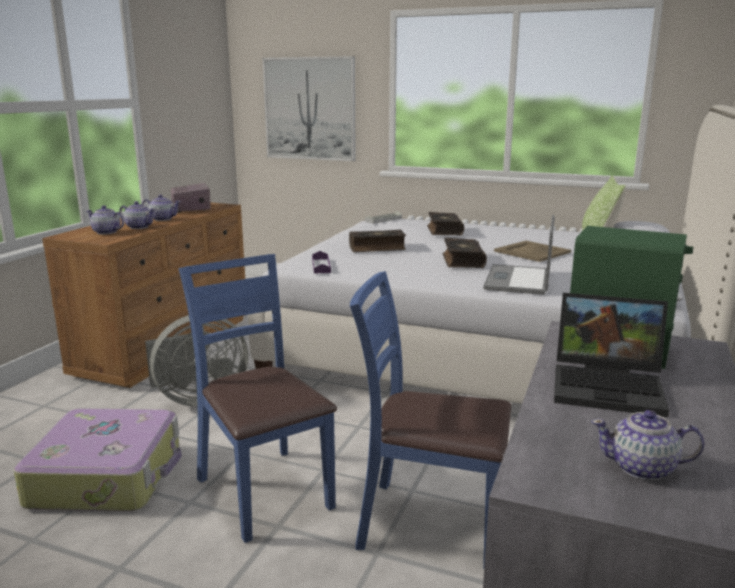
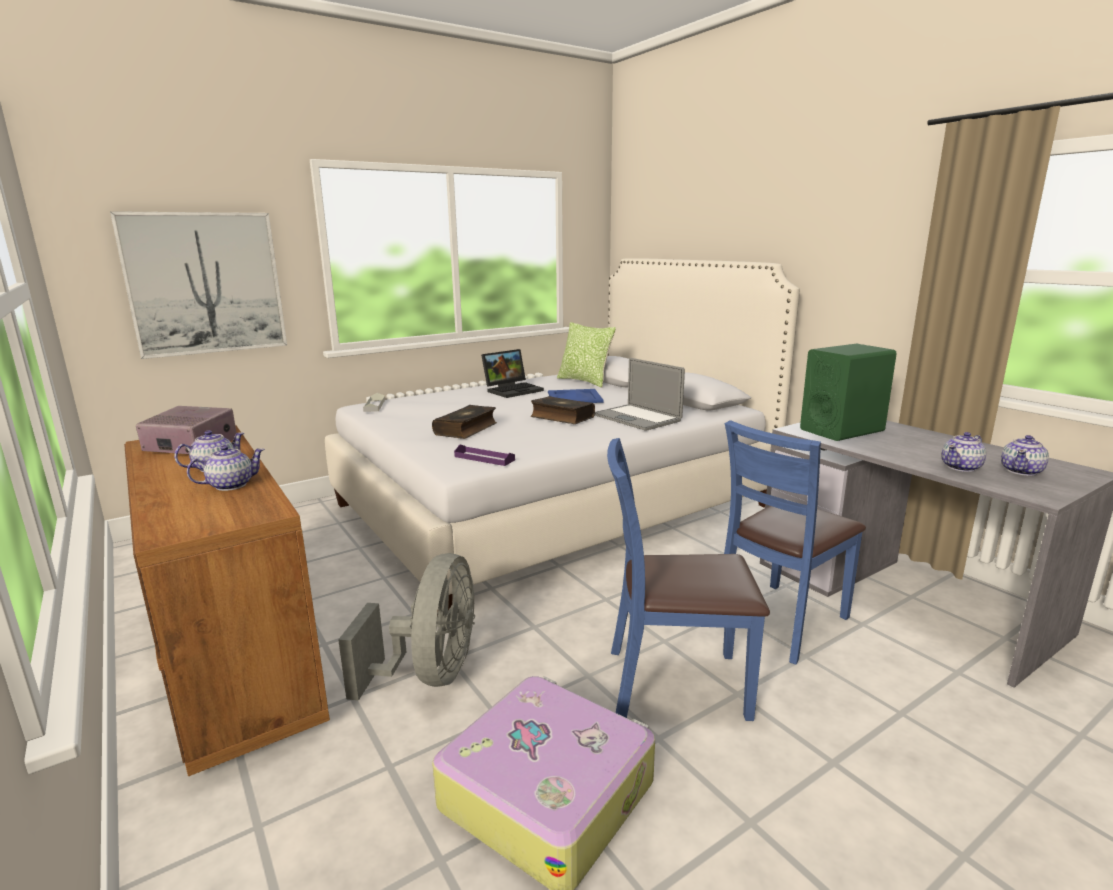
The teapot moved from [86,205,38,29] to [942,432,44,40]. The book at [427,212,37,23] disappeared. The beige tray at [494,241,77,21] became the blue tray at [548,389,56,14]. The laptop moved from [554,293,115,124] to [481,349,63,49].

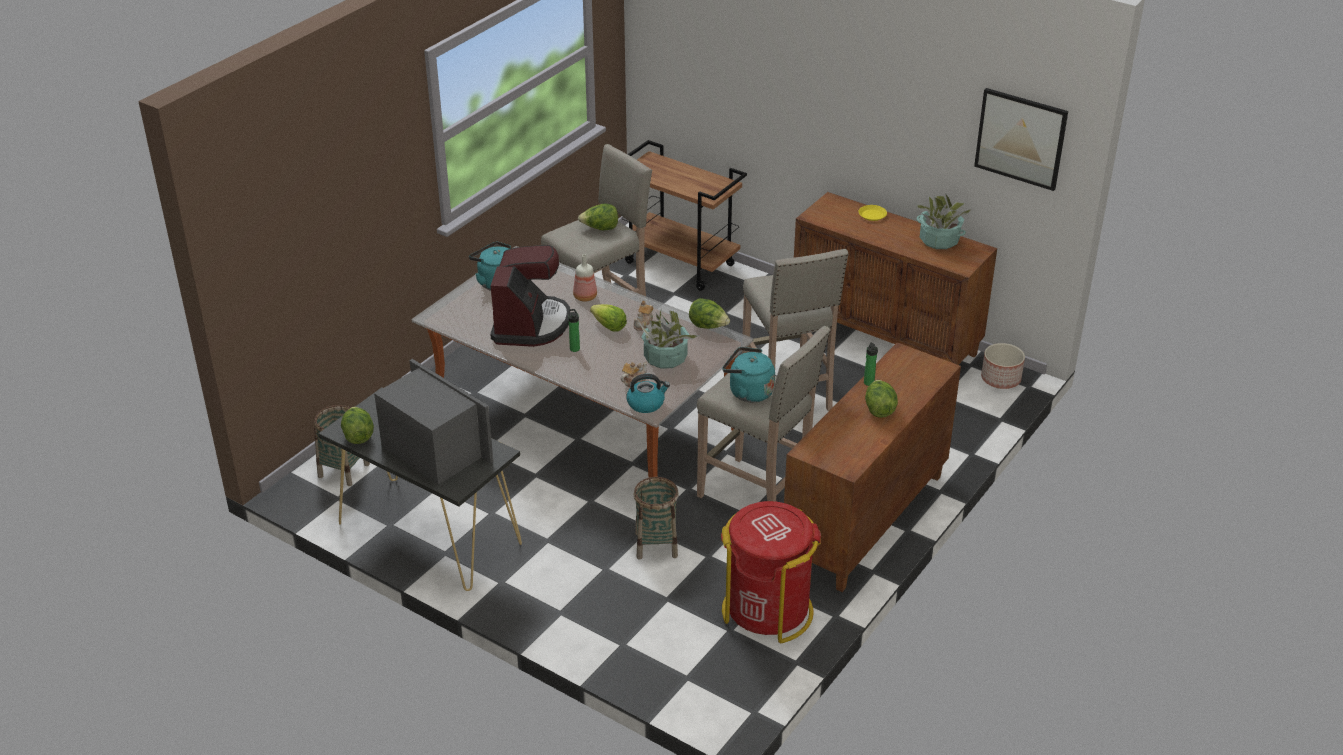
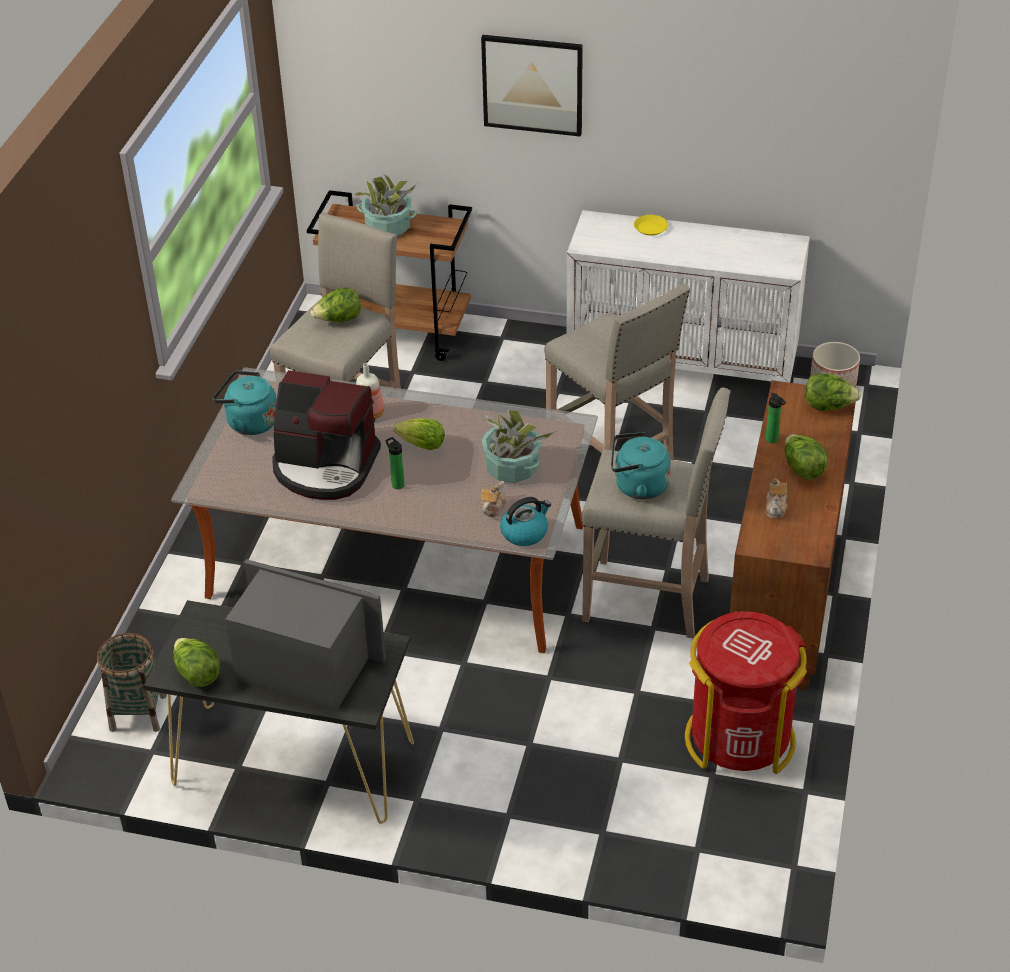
The coffee machine at [490,245,81,102] turned 120 degrees clockwise. The teapot moved from [634,301,20,30] to [766,478,22,41]. The basket at [634,477,45,83] disappeared. The lettuce moved from [689,298,41,31] to [805,373,56,38]. The brown cabinet at [794,192,203,173] became the white cabinet at [567,210,243,173]. The potted plant moved from [916,194,57,55] to [353,174,64,63]. The picture moved from [974,88,94,103] to [481,35,102,102].

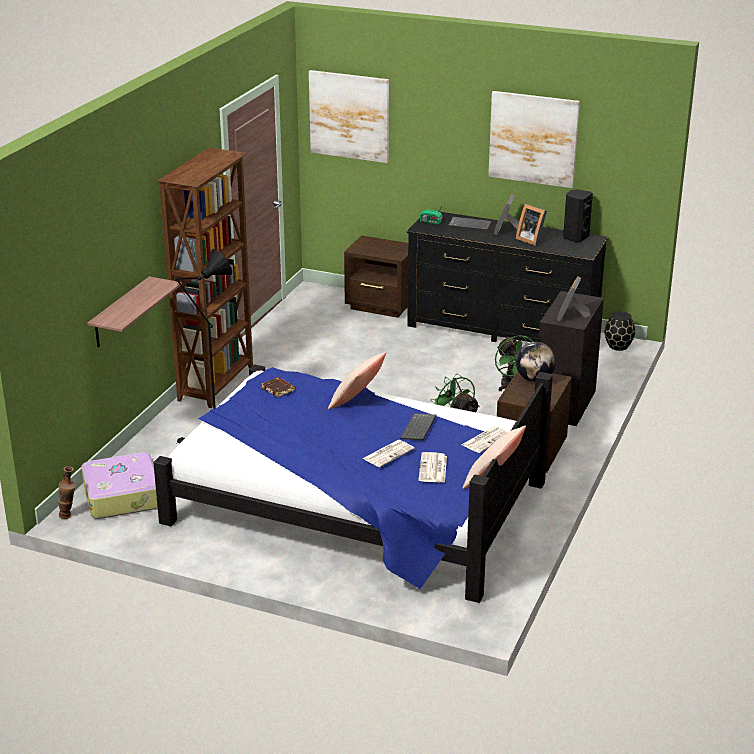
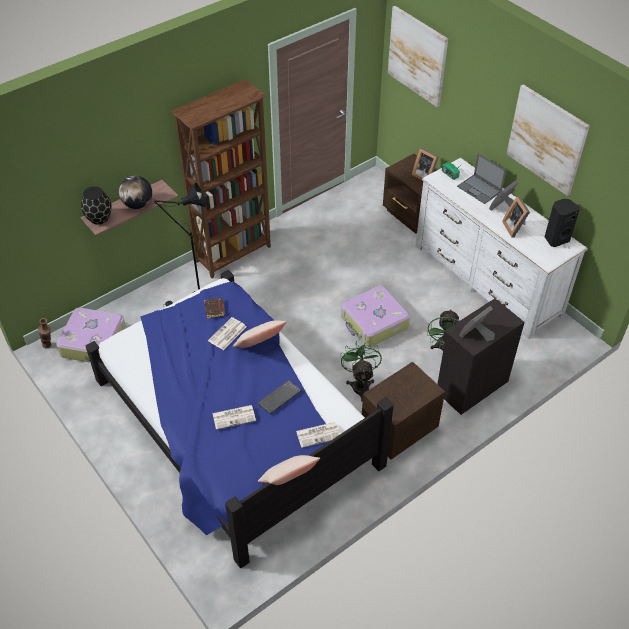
The black dresser at [407,212,201,130] became the white dresser at [416,158,172,181]. The newspaper moved from [419,452,28,31] to [208,317,39,33]. The keyboard at [448,217,44,14] was replaced by the laptop at [457,153,49,51]. The globe moved from [516,342,40,40] to [119,176,33,33]. The black vase moved from [605,311,30,40] to [81,187,31,38]. The suitcase at [341,285,69,62] appeared. The picture frame at [412,148,26,32] appeared.

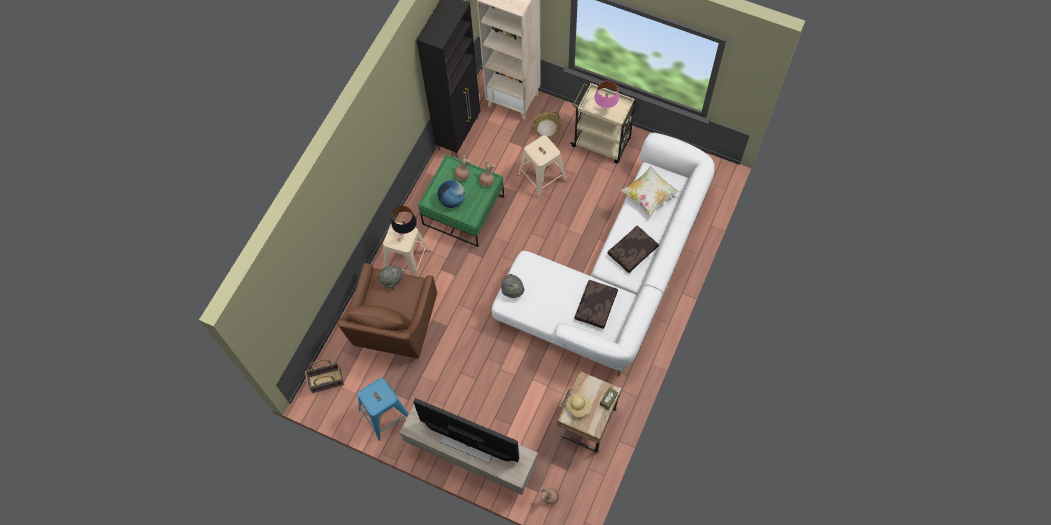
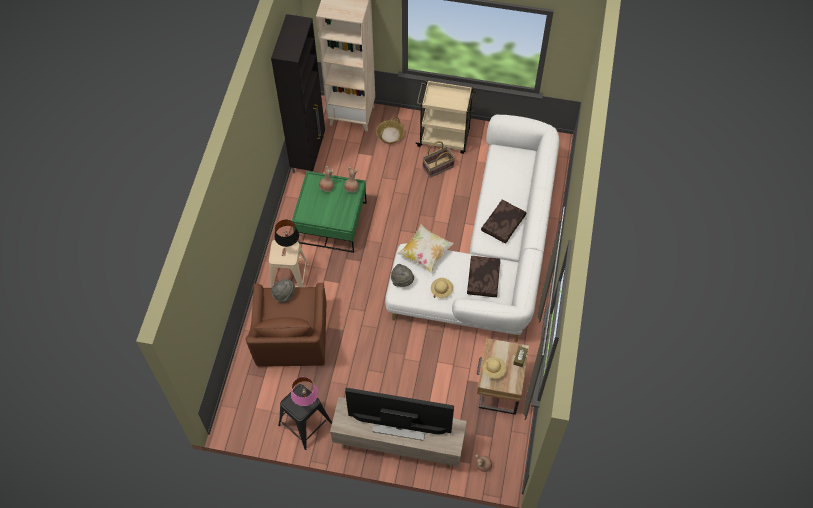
The basket moved from [305,360,39,33] to [422,141,33,37]. The blue stool at [357,378,52,63] became the black stool at [278,384,54,66]. The globe at [437,180,29,28] disappeared. The beige stool at [518,135,49,64] disappeared. The pink table lamp moved from [594,81,25,29] to [291,377,27,29]. The pillow moved from [621,166,58,51] to [397,224,57,50]. The beige hat at [431,278,22,20] appeared.

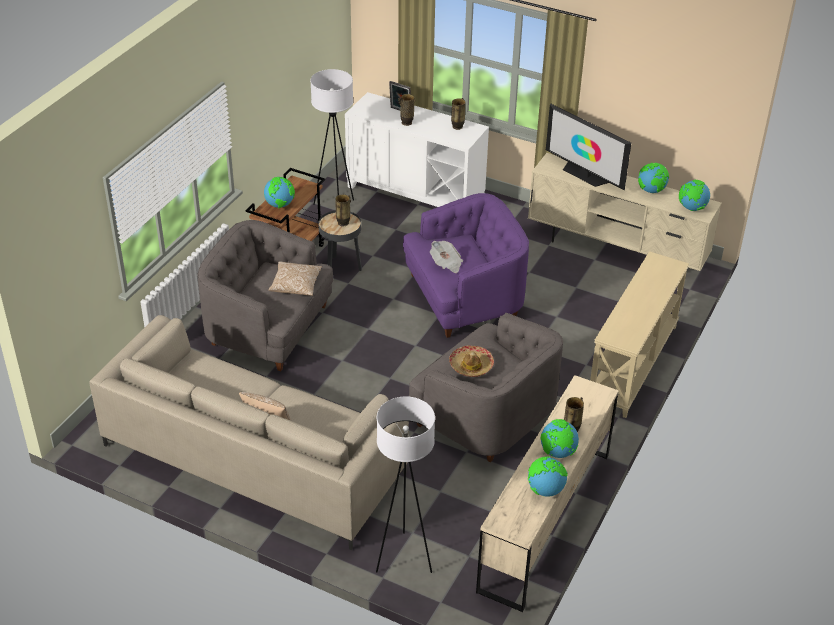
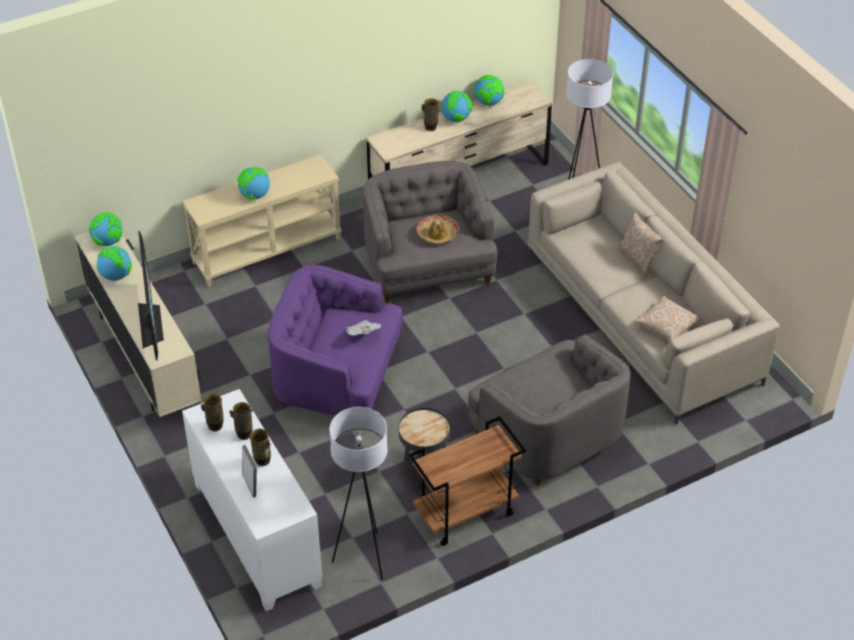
The globe moved from [264,177,31,31] to [237,167,33,33]. The pillow moved from [268,262,54,34] to [634,296,67,46]. The vase moved from [335,194,16,32] to [229,402,24,38].

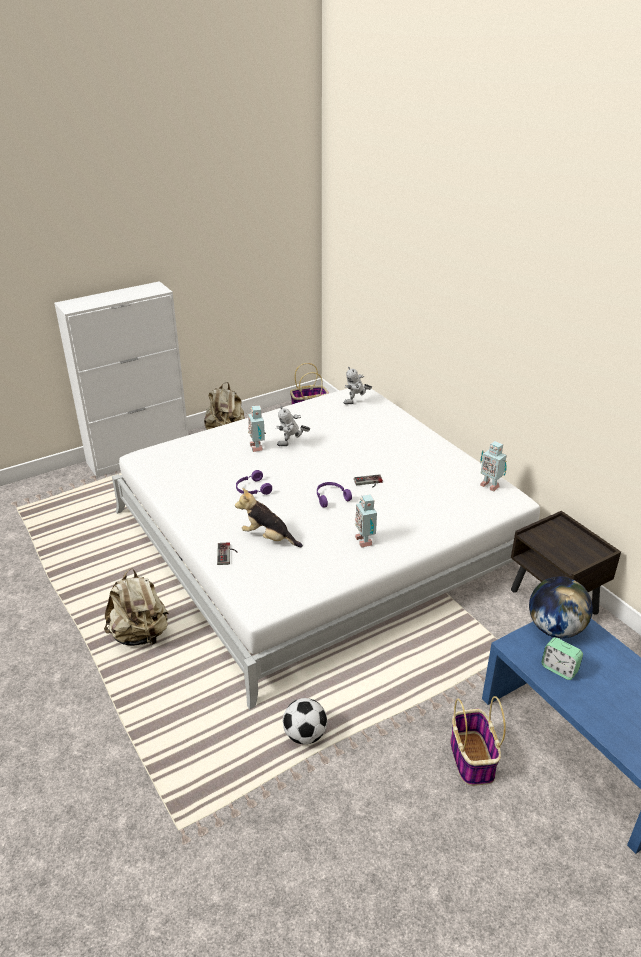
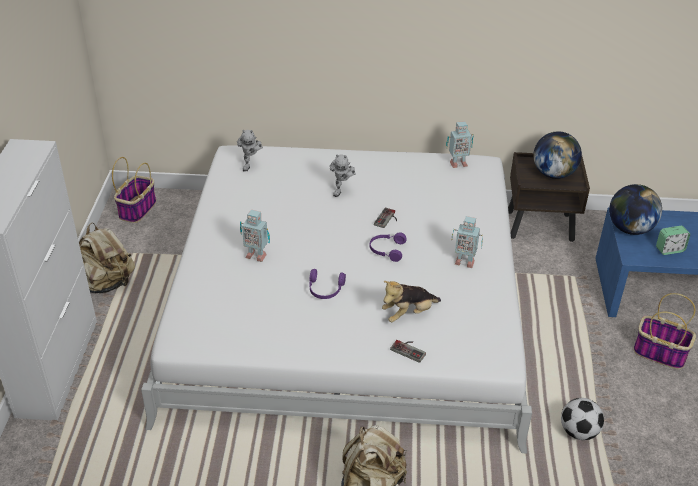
The toy robot moved from [276,406,34,40] to [330,154,26,43]. The globe at [533,131,49,48] appeared.

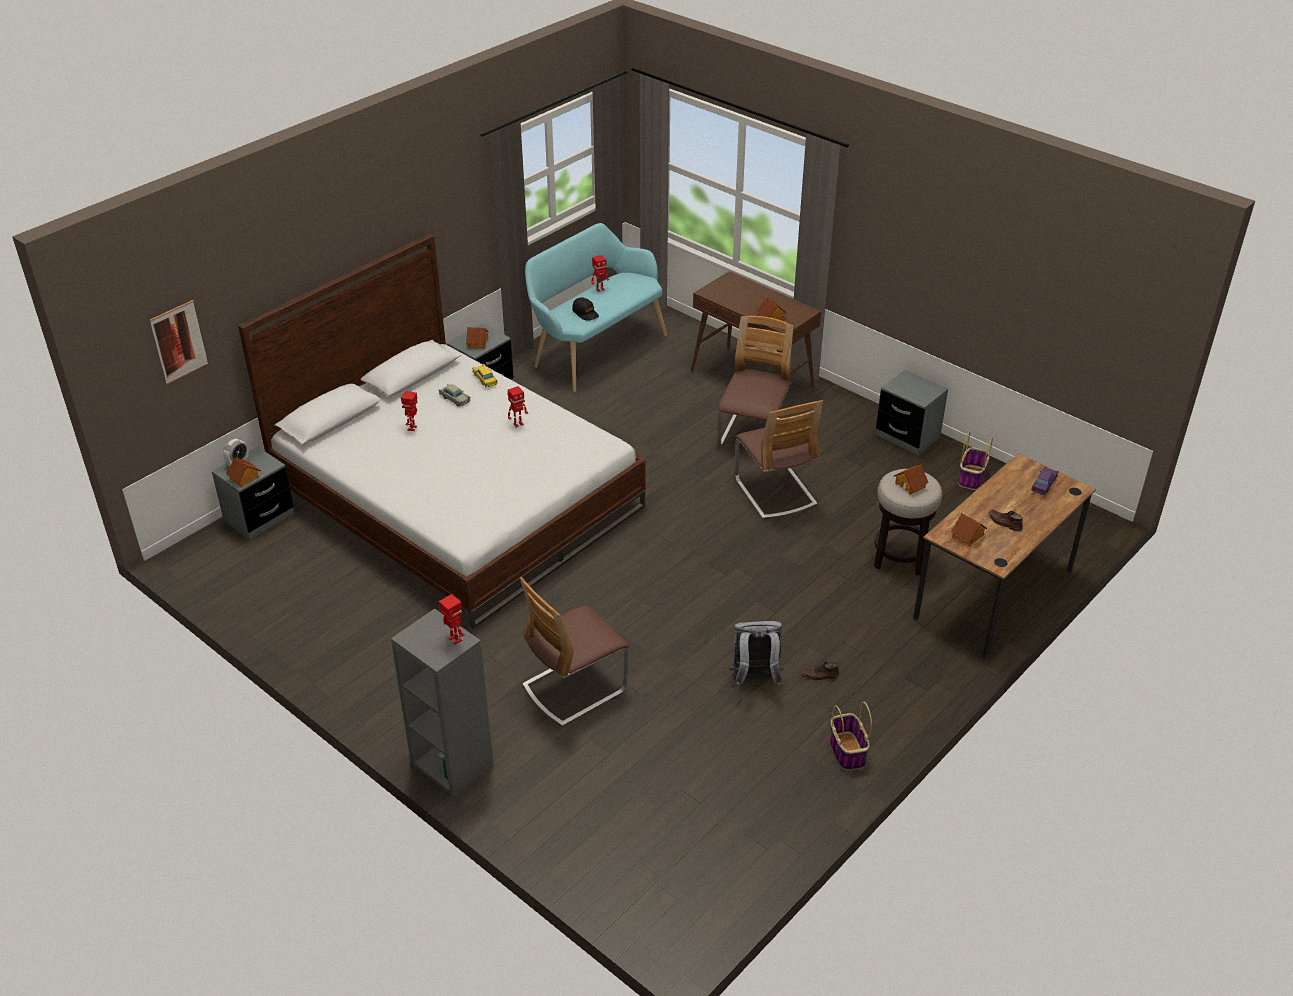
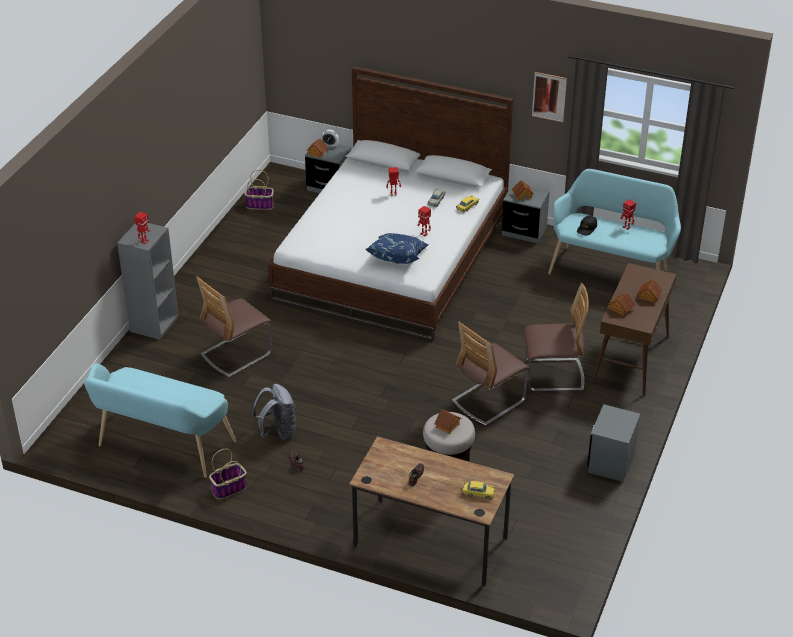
The picture moved from [150,300,58,84] to [532,72,35,50]. The chair at [520,577,109,150] turned 75 degrees counterclockwise. The toy house moved from [951,513,36,33] to [637,279,25,24]. The basket moved from [958,431,35,59] to [244,170,30,40]. The purple toy car at [1031,466,28,29] became the yellow toy car at [462,481,33,18]. The turquoise bench at [84,363,152,115] appeared. The blue pillow at [365,233,64,31] appeared.

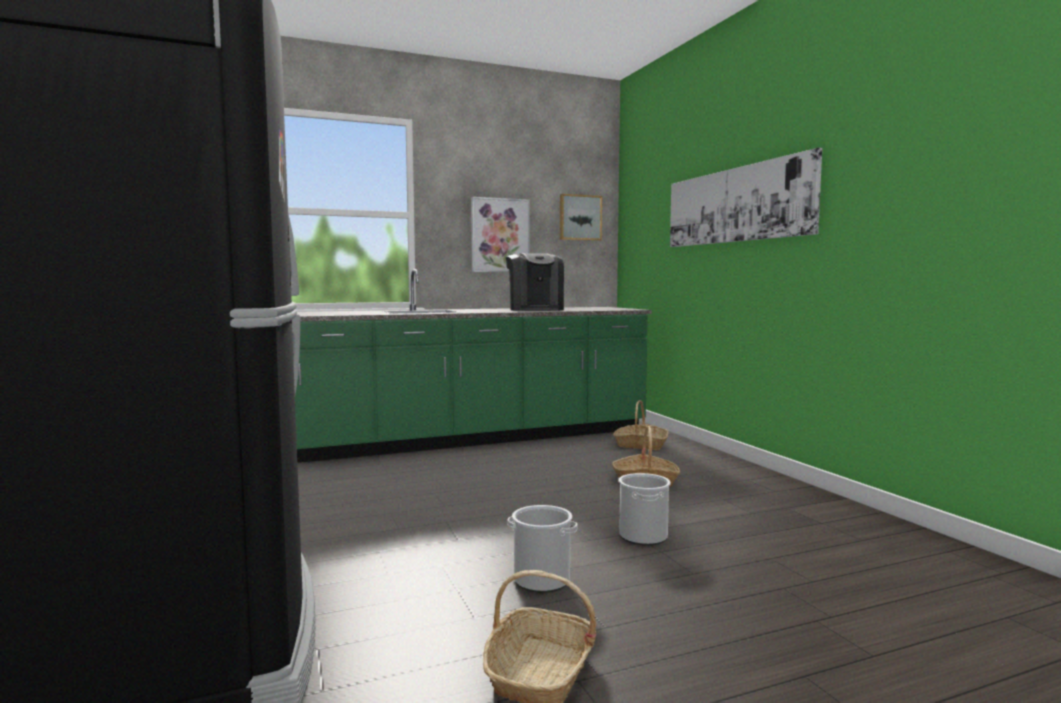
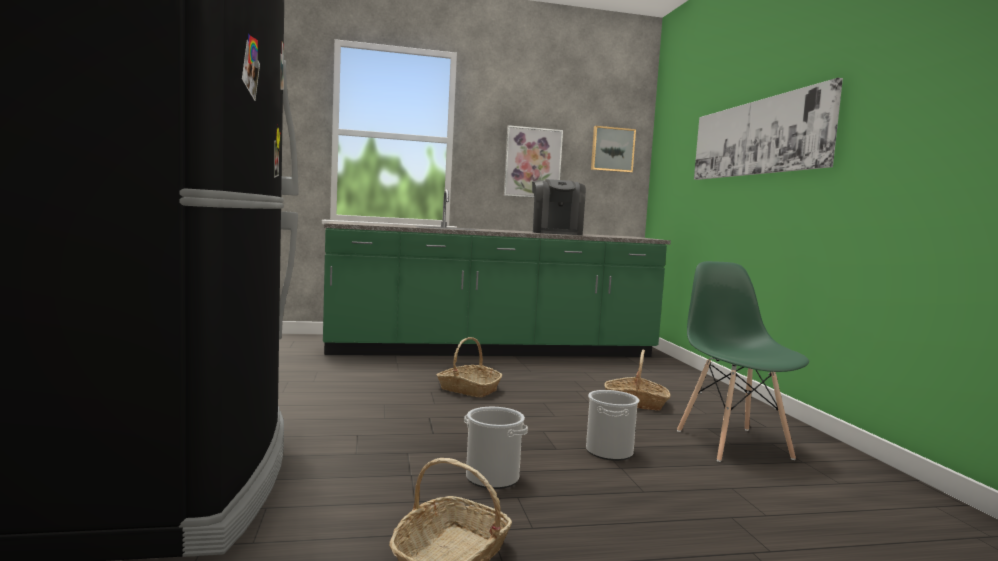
The basket moved from [613,400,55,50] to [437,337,65,60]. The green chair at [677,261,132,201] appeared.

